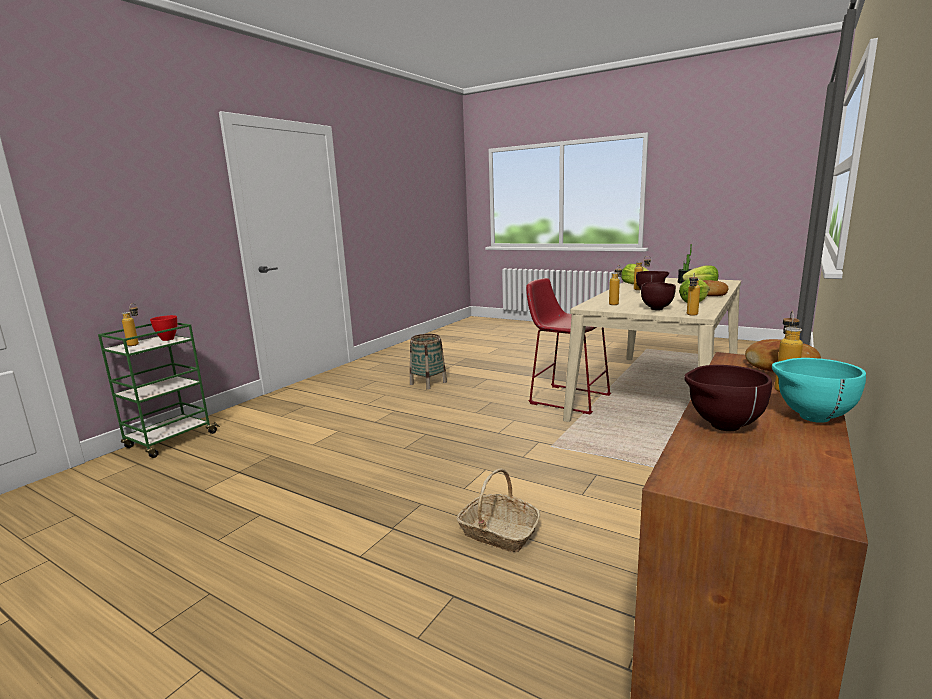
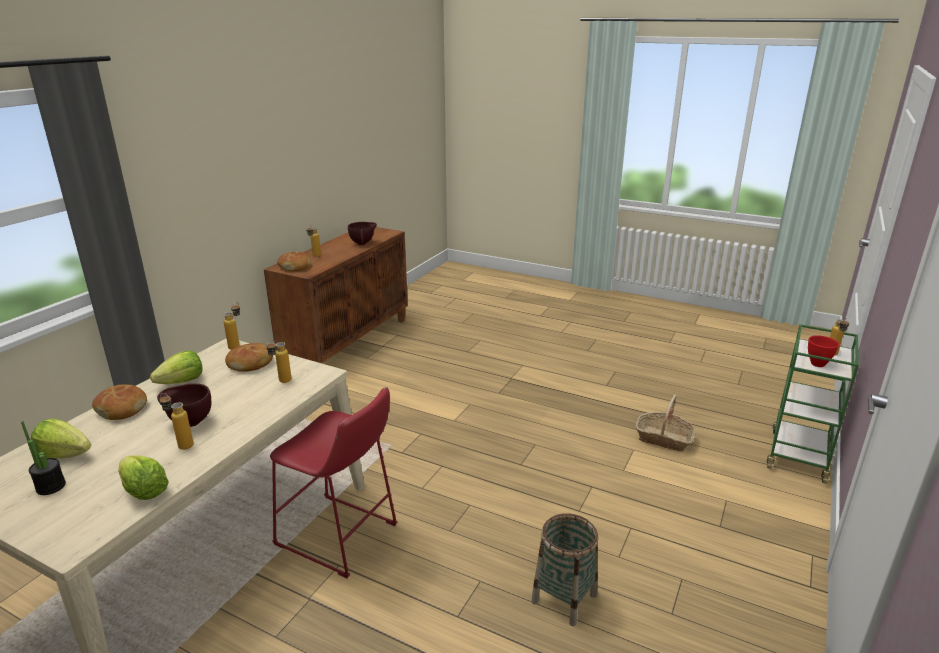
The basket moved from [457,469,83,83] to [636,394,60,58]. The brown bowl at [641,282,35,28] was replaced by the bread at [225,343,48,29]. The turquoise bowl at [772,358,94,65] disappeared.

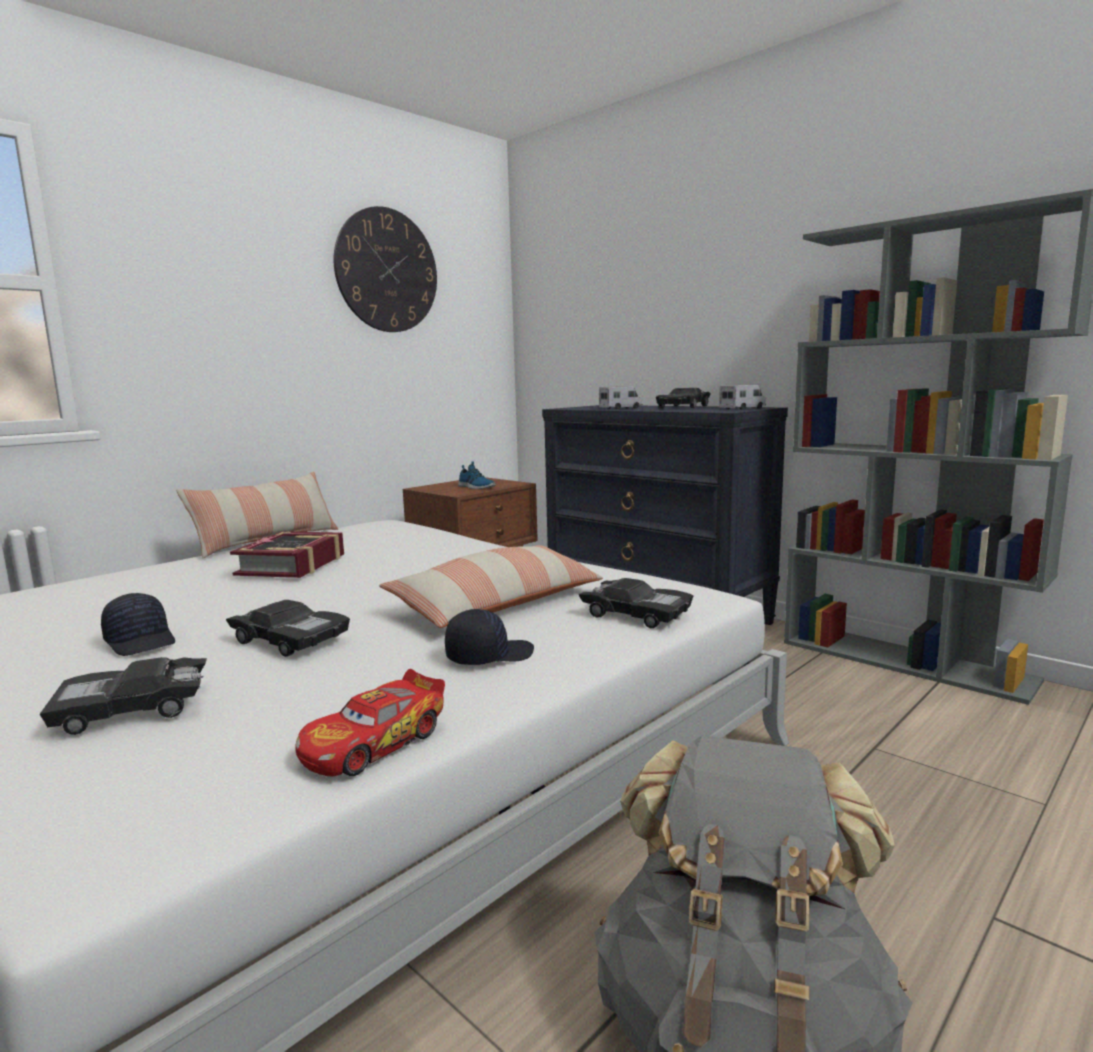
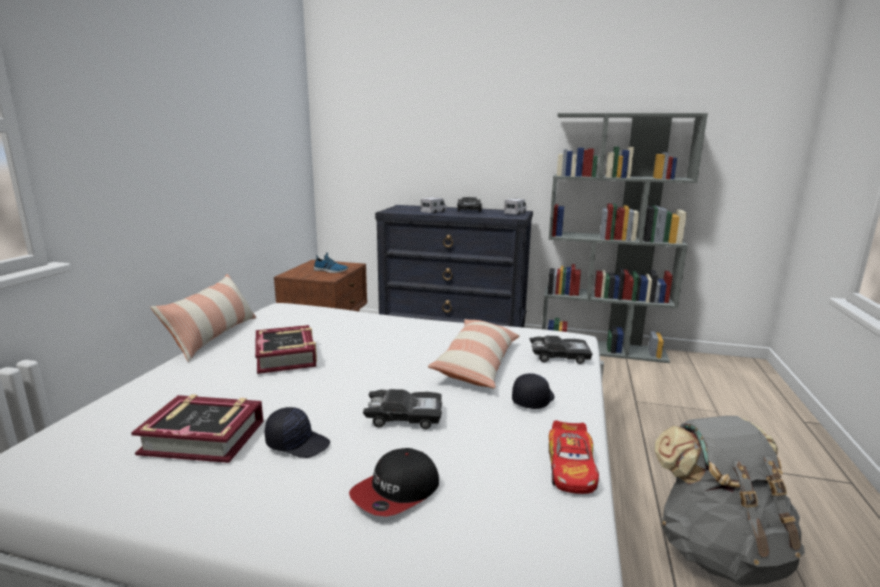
The black toy car at [40,657,167,78] was replaced by the cap at [349,448,90,69]. The wall clock at [334,206,103,126] disappeared. The book at [131,394,133,69] appeared.

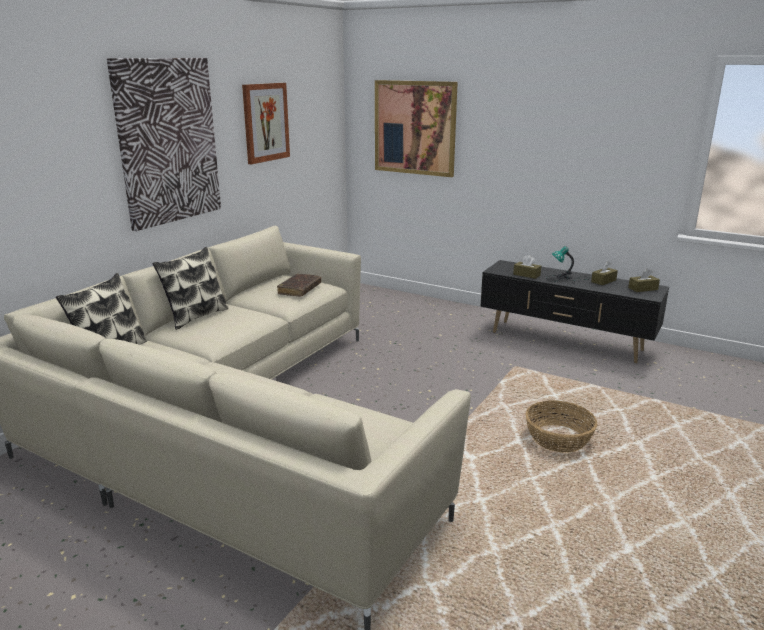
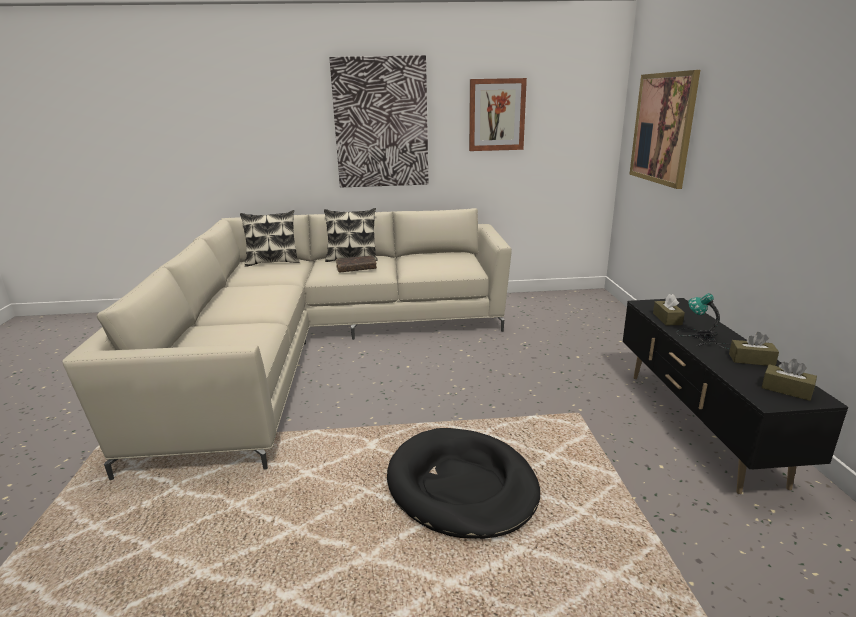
The brown book moved from [277,274,44,22] to [336,255,41,17]. The basket at [525,400,72,53] was replaced by the black dog bed at [387,428,153,111].

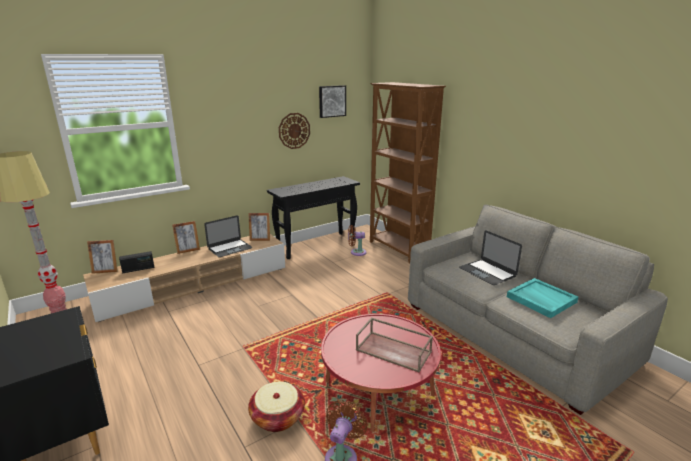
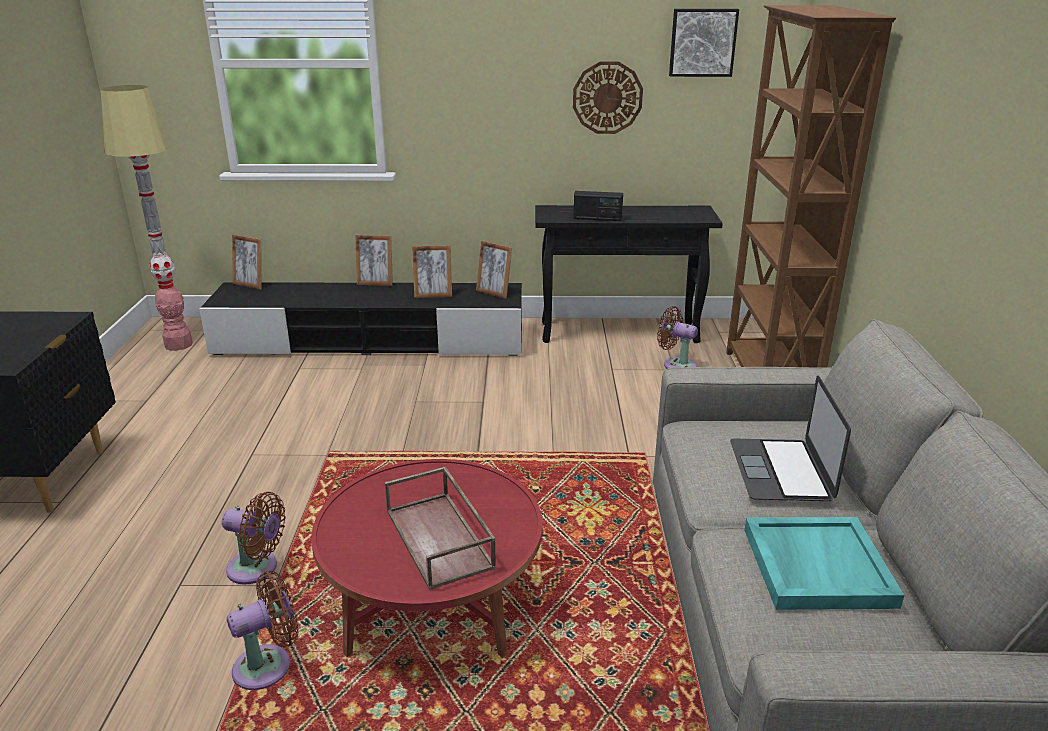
The beige tv stand at [83,234,202,89] became the black tv stand at [199,282,323,74]. The radio moved from [119,251,35,22] to [573,191,50,30]. The laptop at [204,215,48,42] was replaced by the picture frame at [412,245,40,53]. The basket at [248,382,57,50] was replaced by the brown fan at [222,492,64,93].

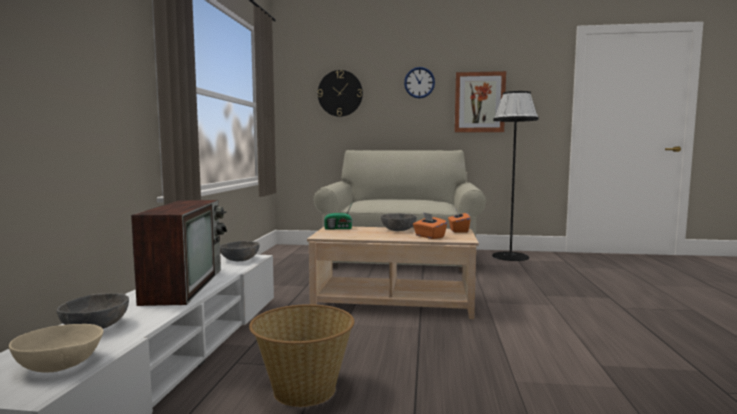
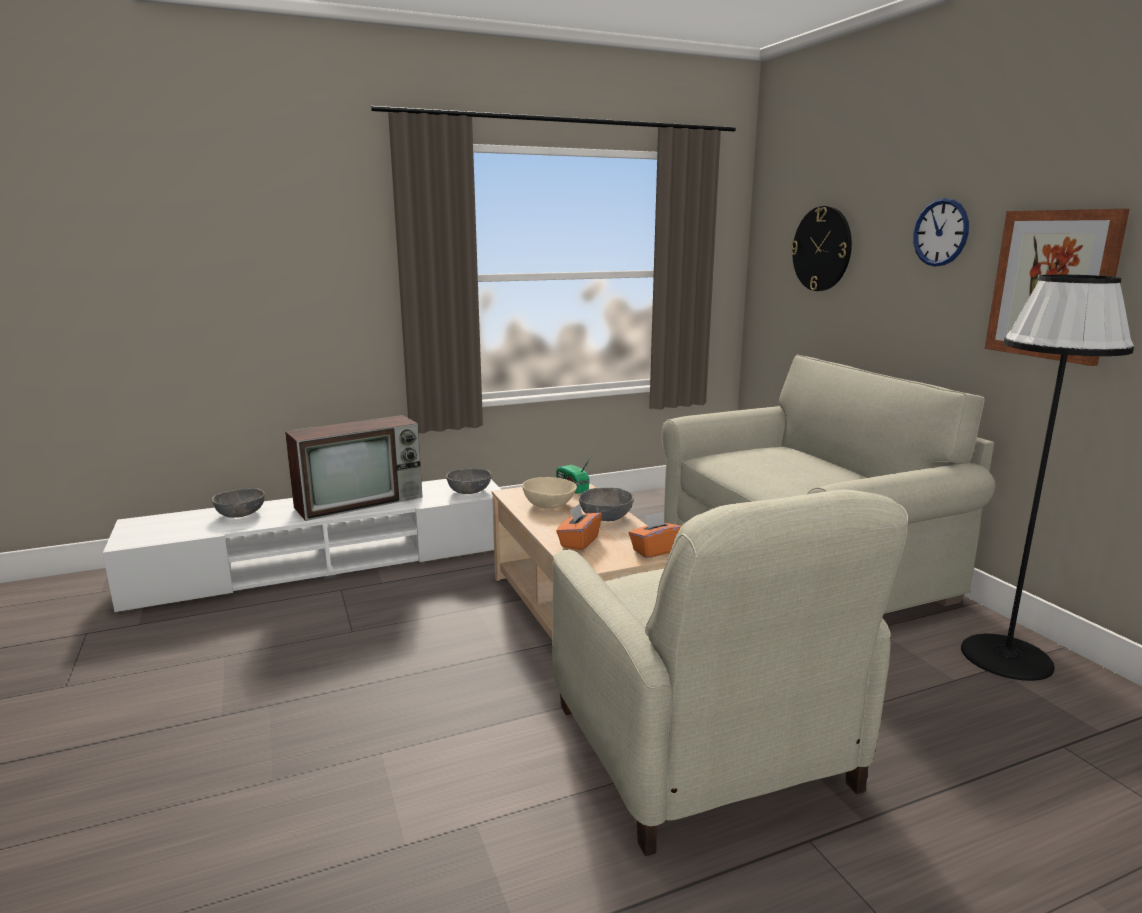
The beige bowl moved from [9,324,95,49] to [522,477,55,31]. The basket at [249,304,105,103] disappeared. The beige armchair at [552,489,356,367] appeared.

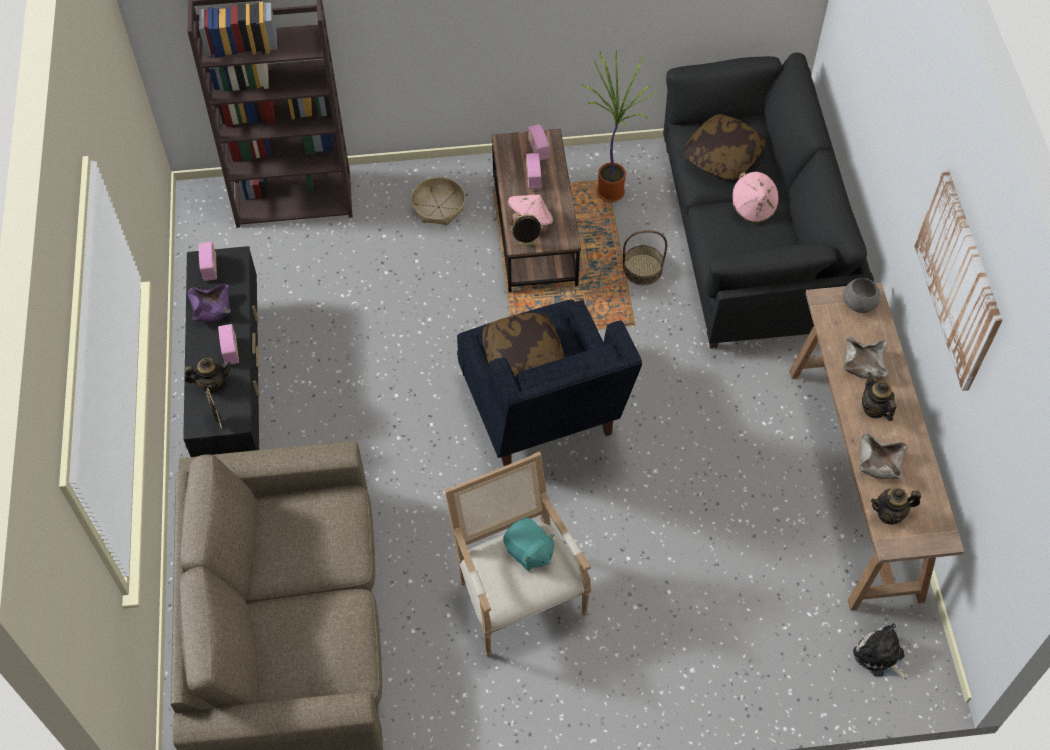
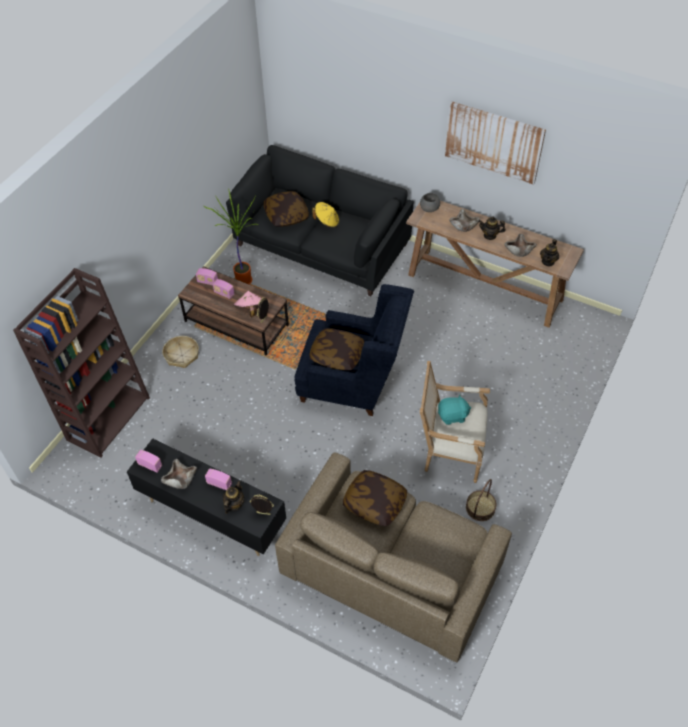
The purple bowl at [187,283,44,39] became the beige bowl at [161,459,36,30]. The basket moved from [623,230,44,55] to [466,479,31,42]. The pink hat at [732,172,47,51] became the yellow hat at [312,202,27,26]. The plush toy at [853,623,56,57] disappeared. The pillow at [343,470,64,56] appeared.

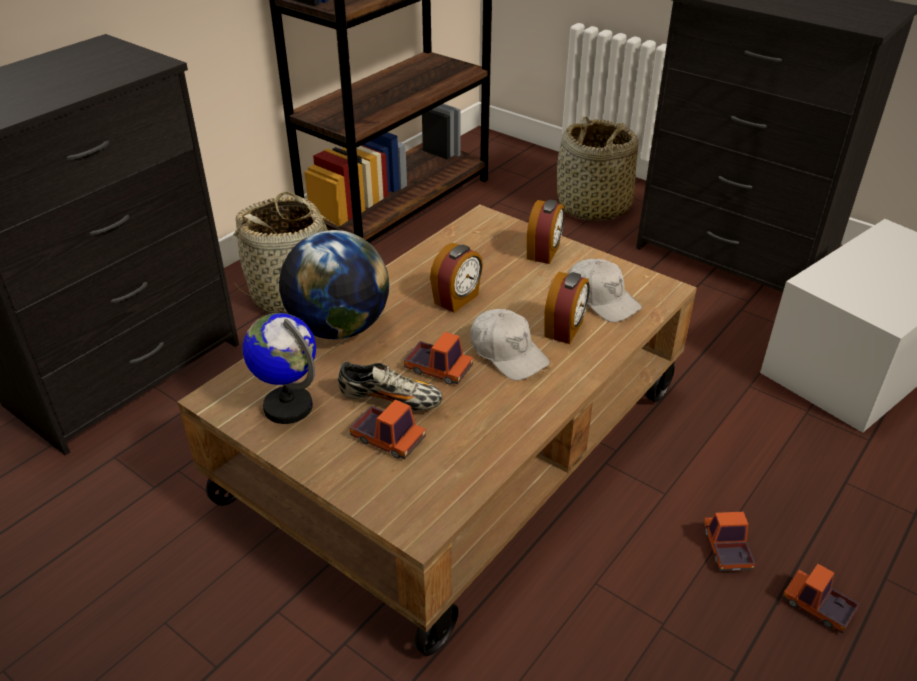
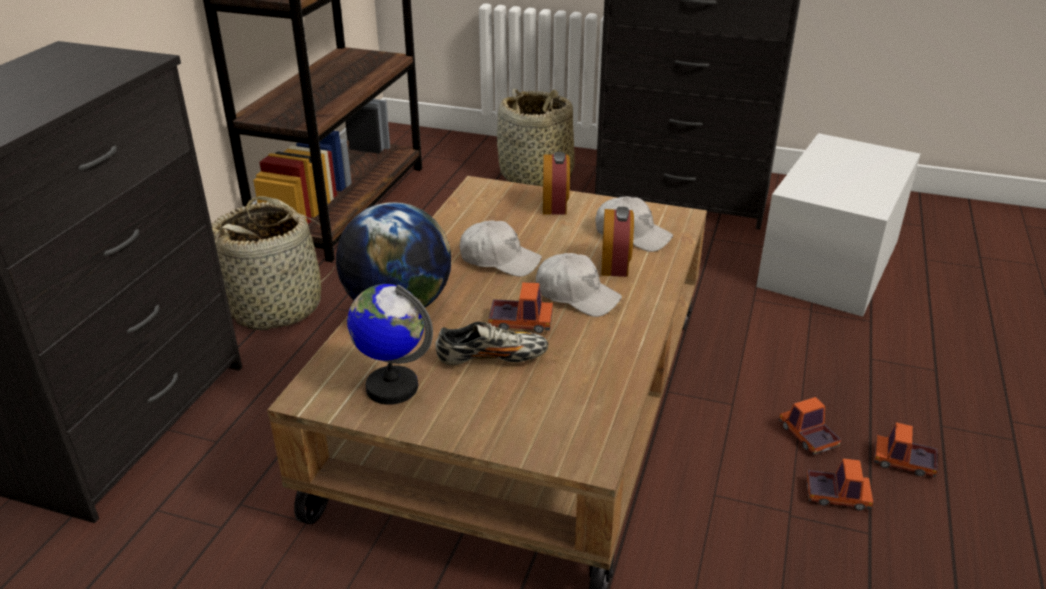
The toy truck moved from [350,399,76,60] to [806,458,67,52]. The alarm clock at [430,243,53,70] was replaced by the white cap at [460,220,82,57].

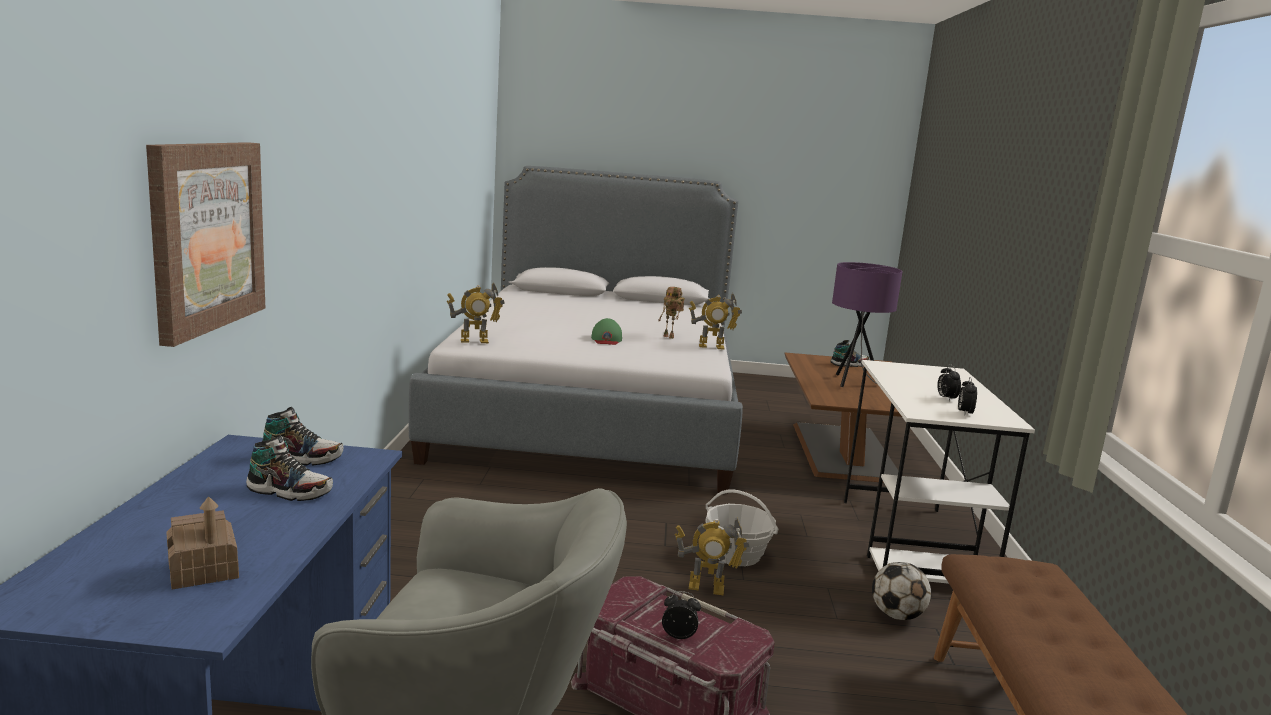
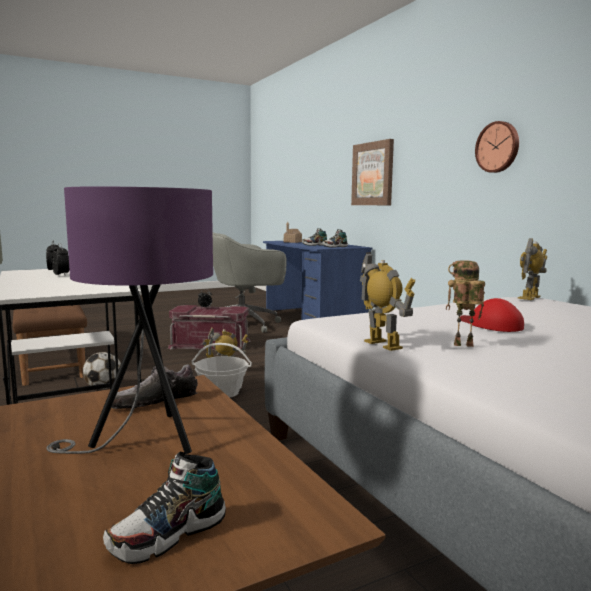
The green cap at [591,318,31,27] became the red cap at [460,298,64,34]. The toy robot at [689,293,53,57] turned 90 degrees clockwise. The shoe at [111,364,87,45] appeared. The wall clock at [475,121,44,52] appeared.

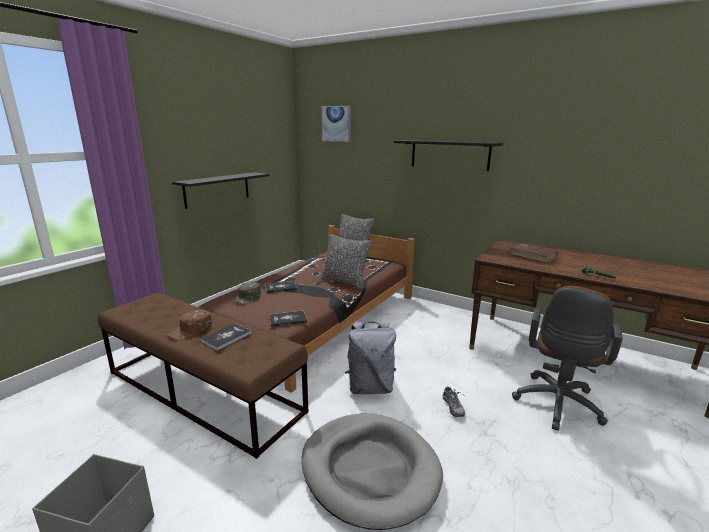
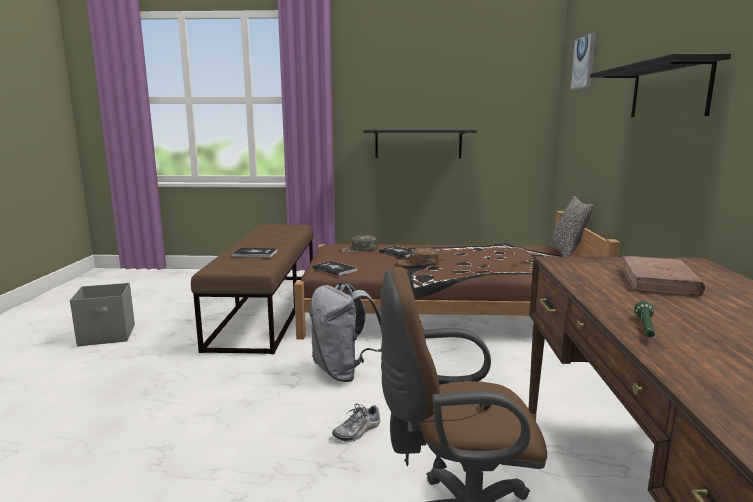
The brown cap moved from [167,310,45,30] to [397,248,42,18]. The grey dog bed at [302,413,141,117] disappeared. The pillow at [321,234,50,55] disappeared.

